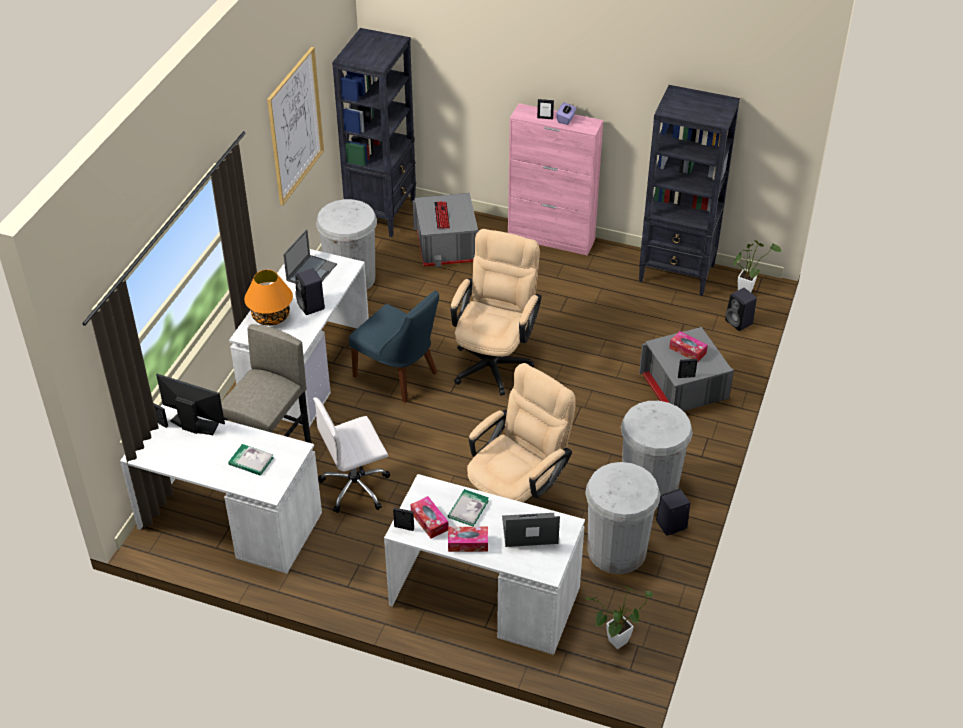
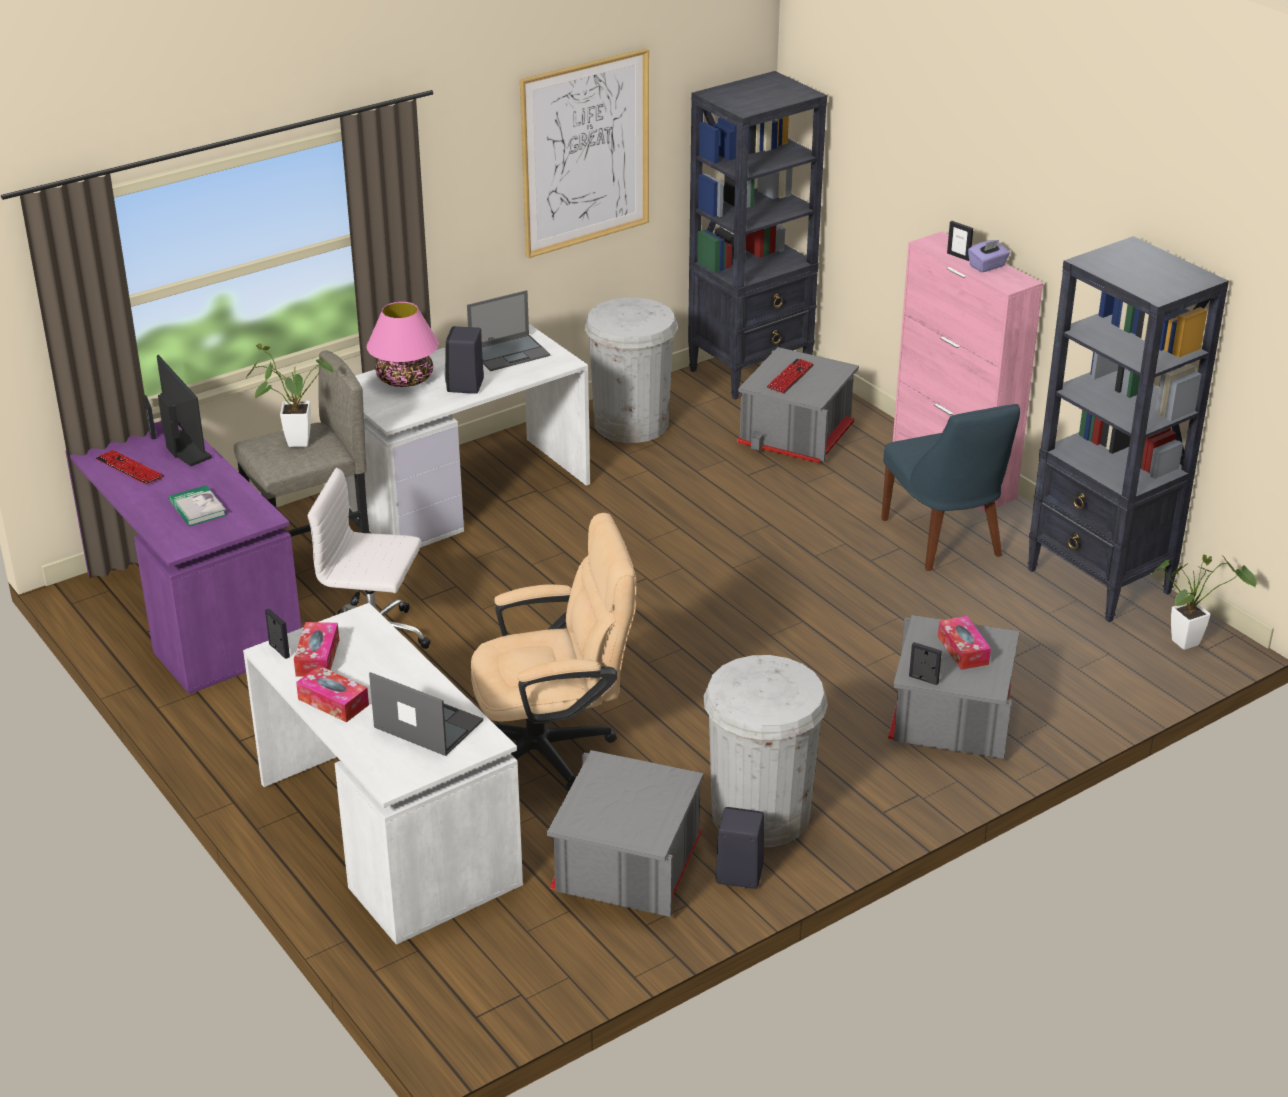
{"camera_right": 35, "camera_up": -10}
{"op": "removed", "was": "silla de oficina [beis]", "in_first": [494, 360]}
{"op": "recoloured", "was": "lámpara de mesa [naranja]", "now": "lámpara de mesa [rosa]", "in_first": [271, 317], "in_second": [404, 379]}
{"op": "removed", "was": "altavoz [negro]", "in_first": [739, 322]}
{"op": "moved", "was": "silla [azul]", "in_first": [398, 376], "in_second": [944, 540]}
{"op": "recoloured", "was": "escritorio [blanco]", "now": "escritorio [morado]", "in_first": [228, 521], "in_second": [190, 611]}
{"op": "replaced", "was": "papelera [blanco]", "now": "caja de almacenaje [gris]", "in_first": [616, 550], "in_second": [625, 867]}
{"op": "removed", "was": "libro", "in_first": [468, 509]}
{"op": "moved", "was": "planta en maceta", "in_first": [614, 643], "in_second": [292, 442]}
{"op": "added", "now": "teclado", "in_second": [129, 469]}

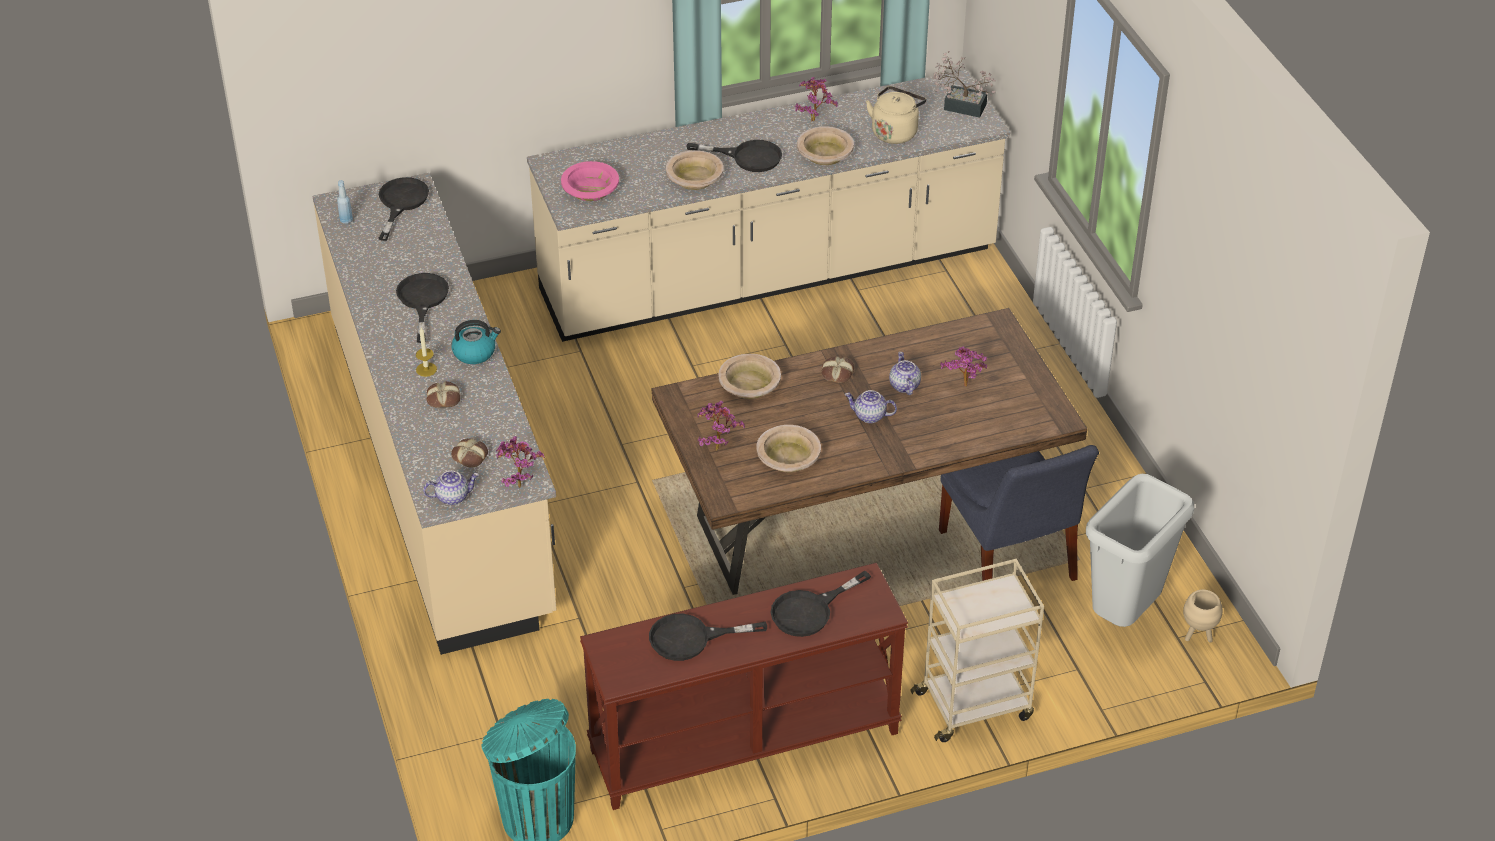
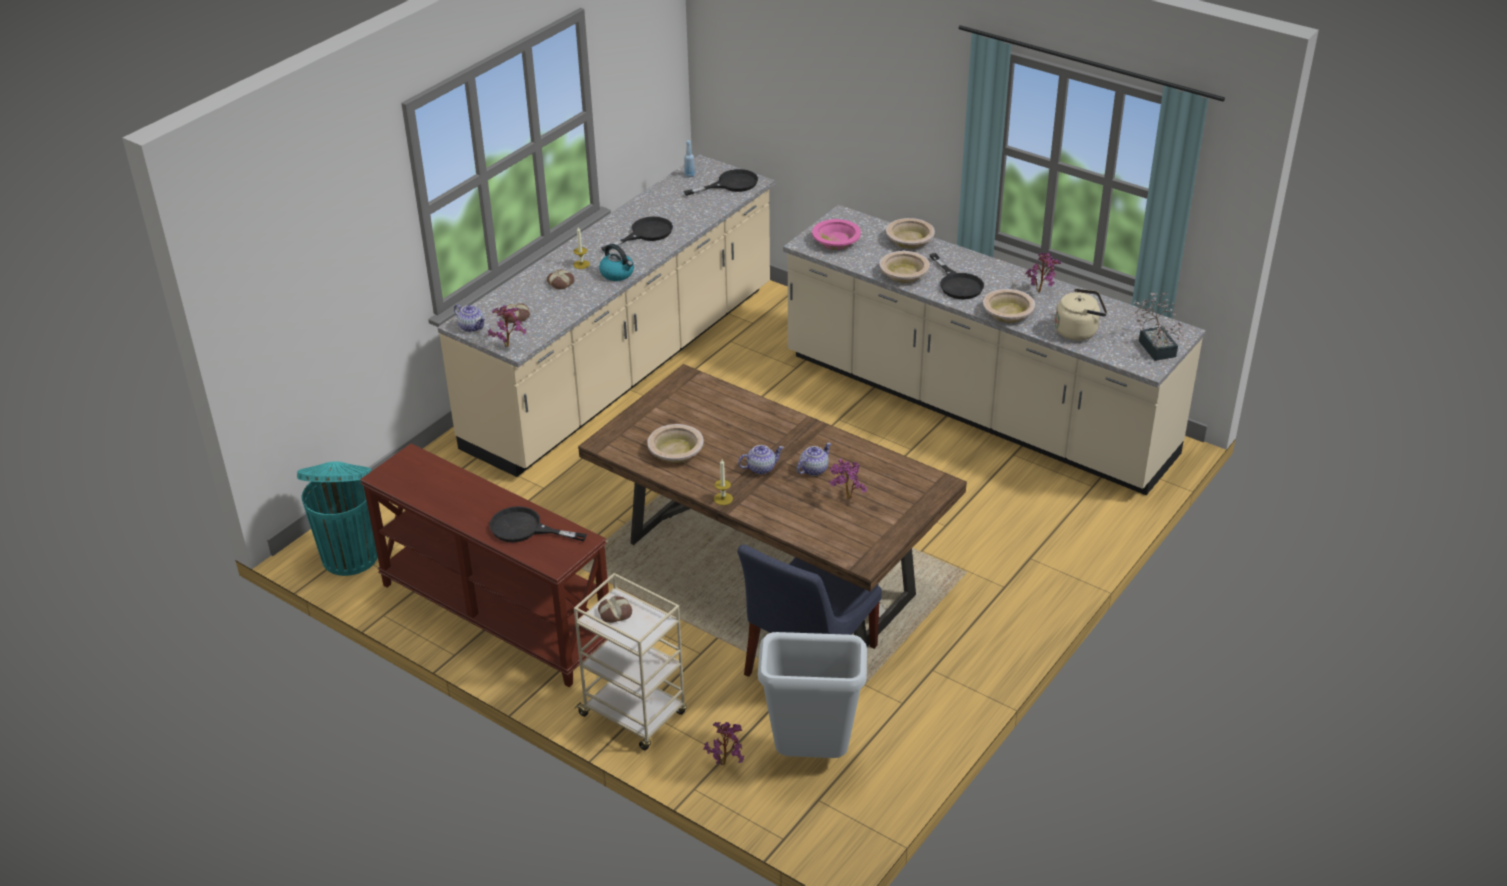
{"camera_right": 55, "camera_up": -5}
{"op": "moved", "was": "cuenco [beis]", "in_first": [749, 385], "in_second": [909, 240]}
{"op": "moved", "was": "pan", "in_first": [837, 373], "in_second": [615, 612]}
{"op": "turned", "was": "tetera", "in_first": [869, 416], "in_second": [761, 468], "clockwise": 90}
{"op": "moved", "was": "planta en maceta", "in_first": [717, 446], "in_second": [726, 763]}
{"op": "removed", "was": "maceta [beis]", "in_first": [1198, 636]}
{"op": "removed", "was": "sartén [negro]", "in_first": [691, 638]}
{"op": "added", "now": "vela", "in_second": [723, 499]}

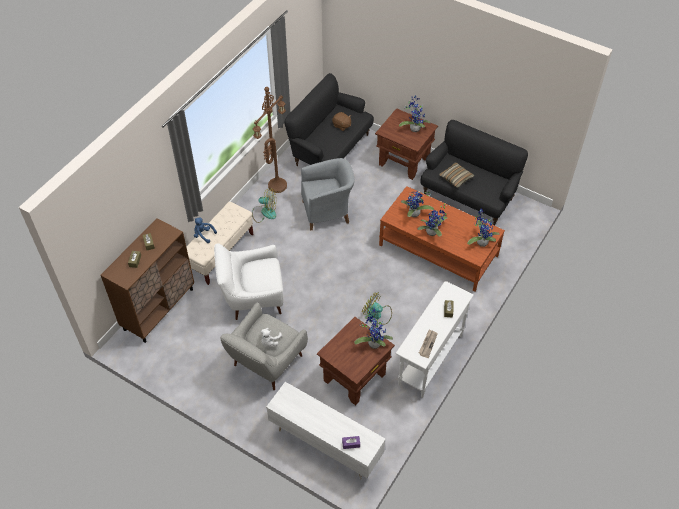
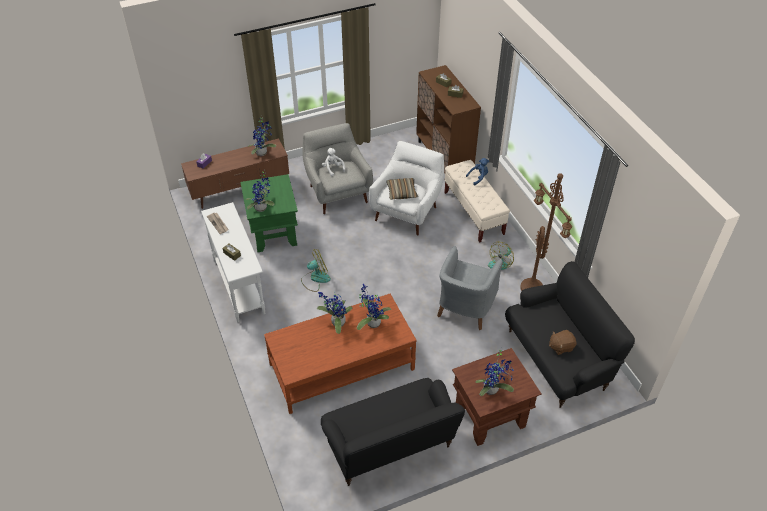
{"camera_right": 125, "camera_up": -5}
{"op": "moved", "was": "cojín", "in_first": [456, 178], "in_second": [401, 192]}
{"op": "moved", "was": "planta en maceta", "in_first": [481, 241], "in_second": [263, 153]}
{"op": "recoloured", "was": "mesa auxiliar [marrón]", "now": "mesa auxiliar [verde]", "in_first": [355, 377], "in_second": [273, 233]}
{"op": "recoloured", "was": "mueble de televisión [blanco]", "now": "mueble de televisión [marrón]", "in_first": [325, 445], "in_second": [240, 191]}

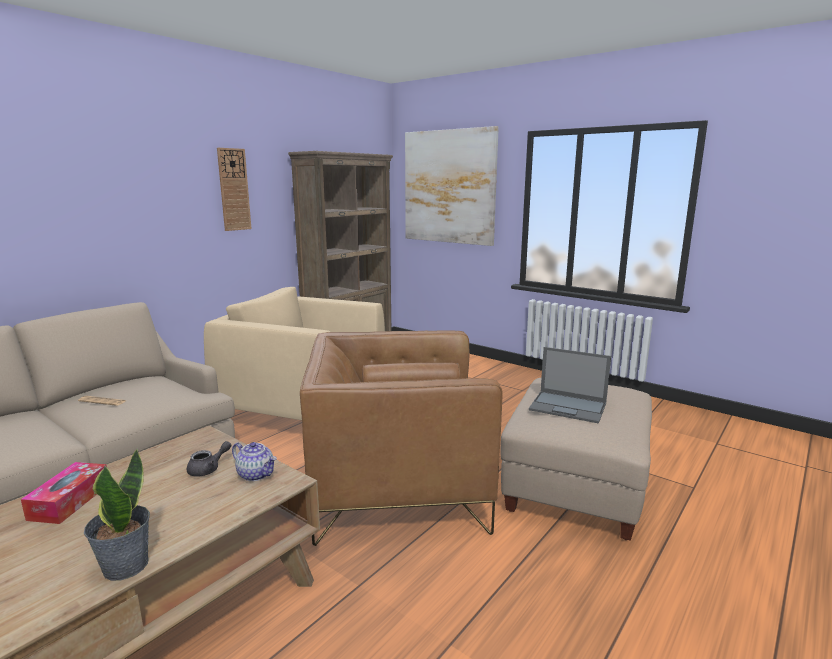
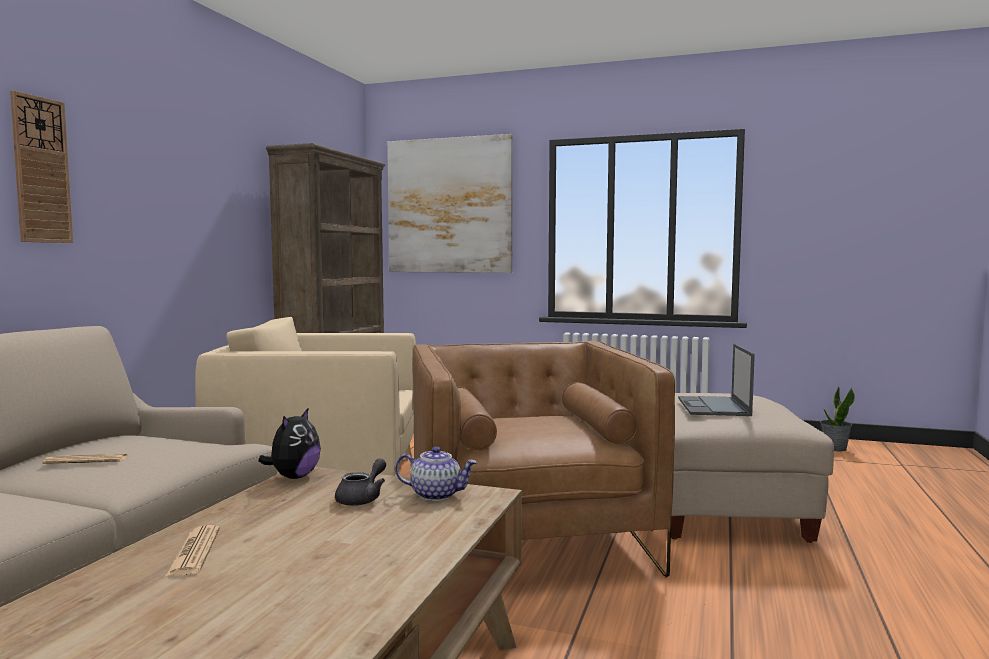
{"camera_right": -20, "camera_up": -10}
{"op": "moved", "was": "reloj de pared", "in_first": [234, 189], "in_second": [41, 170]}
{"op": "turned", "was": "sillón [marrón]", "in_first": [397, 488], "in_second": [527, 539], "clockwise": 105}
{"op": "turned", "was": "portátil", "in_first": [569, 407], "in_second": [713, 407], "clockwise": 90}
{"op": "moved", "was": "planta en maceta", "in_first": [125, 566], "in_second": [834, 448]}
{"op": "replaced", "was": "caja de pañuelos", "now": "periódico", "in_first": [70, 501], "in_second": [194, 552]}
{"op": "added", "now": "peluche", "in_second": [294, 477]}

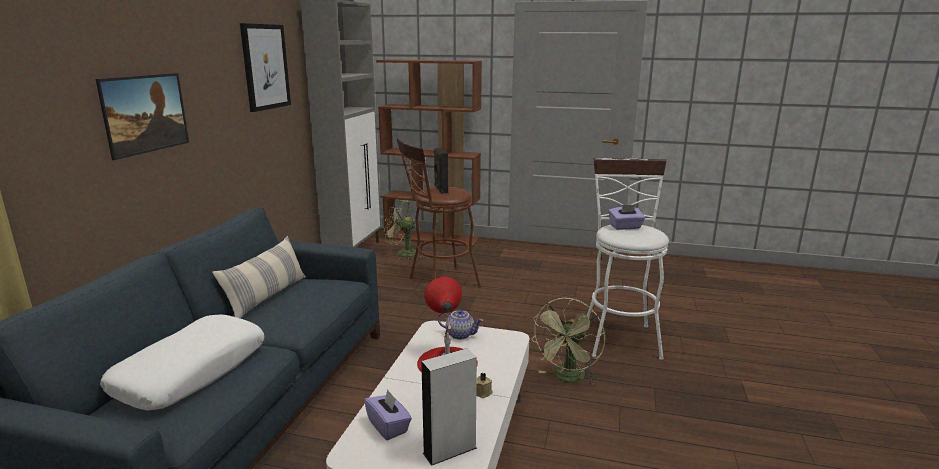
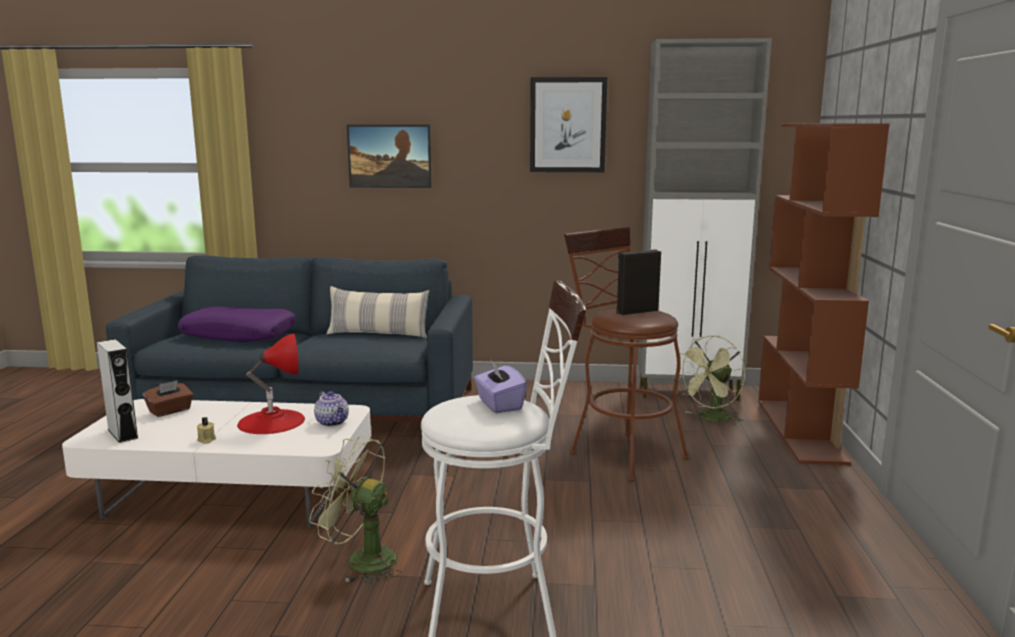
{"camera_right": 80, "camera_up": -5}
{"op": "turned", "was": "ventilador [verde]", "in_first": [402, 253], "in_second": [711, 419], "clockwise": -135}
{"op": "turned", "was": "tetera", "in_first": [460, 334], "in_second": [333, 422], "clockwise": -45}
{"op": "recoloured", "was": "cojín [blanco]", "now": "cojín [morado]", "in_first": [191, 372], "in_second": [239, 335]}
{"op": "recoloured", "was": "caja de pañuelos [morado]", "now": "caja de pañuelos [marrón]", "in_first": [388, 426], "in_second": [170, 411]}

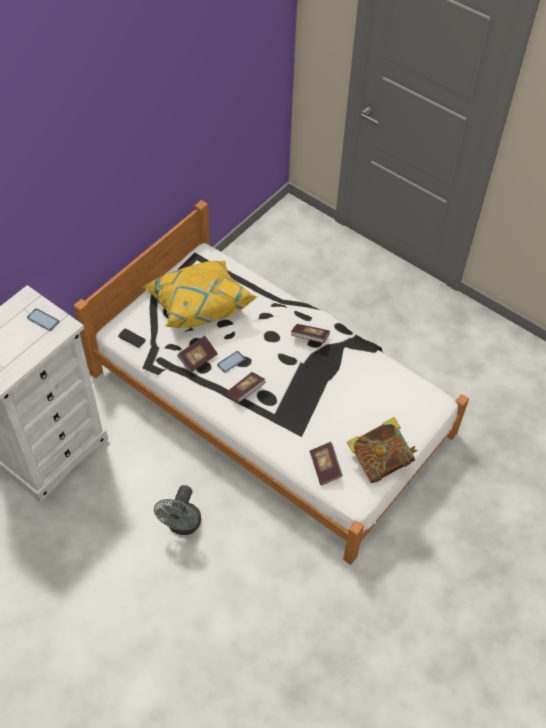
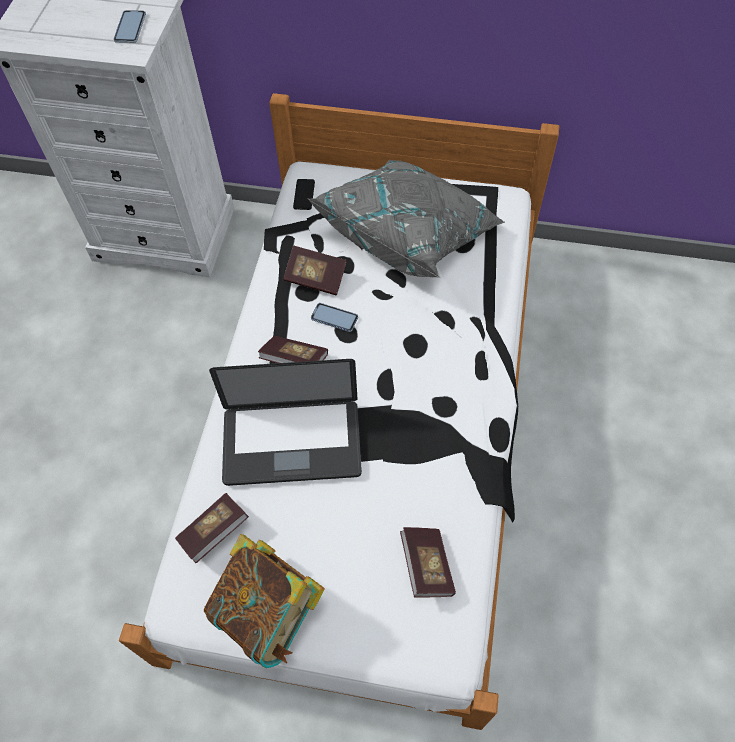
{"camera_right": 65, "camera_up": 5}
{"op": "recoloured", "was": "cojín [amarillo]", "now": "cojín [gris]", "in_first": [198, 305], "in_second": [409, 234]}
{"op": "moved", "was": "libro", "in_first": [309, 338], "in_second": [426, 566]}
{"op": "removed", "was": "ventilador [gris]", "in_first": [182, 525]}
{"op": "added", "now": "portátil", "in_second": [292, 443]}

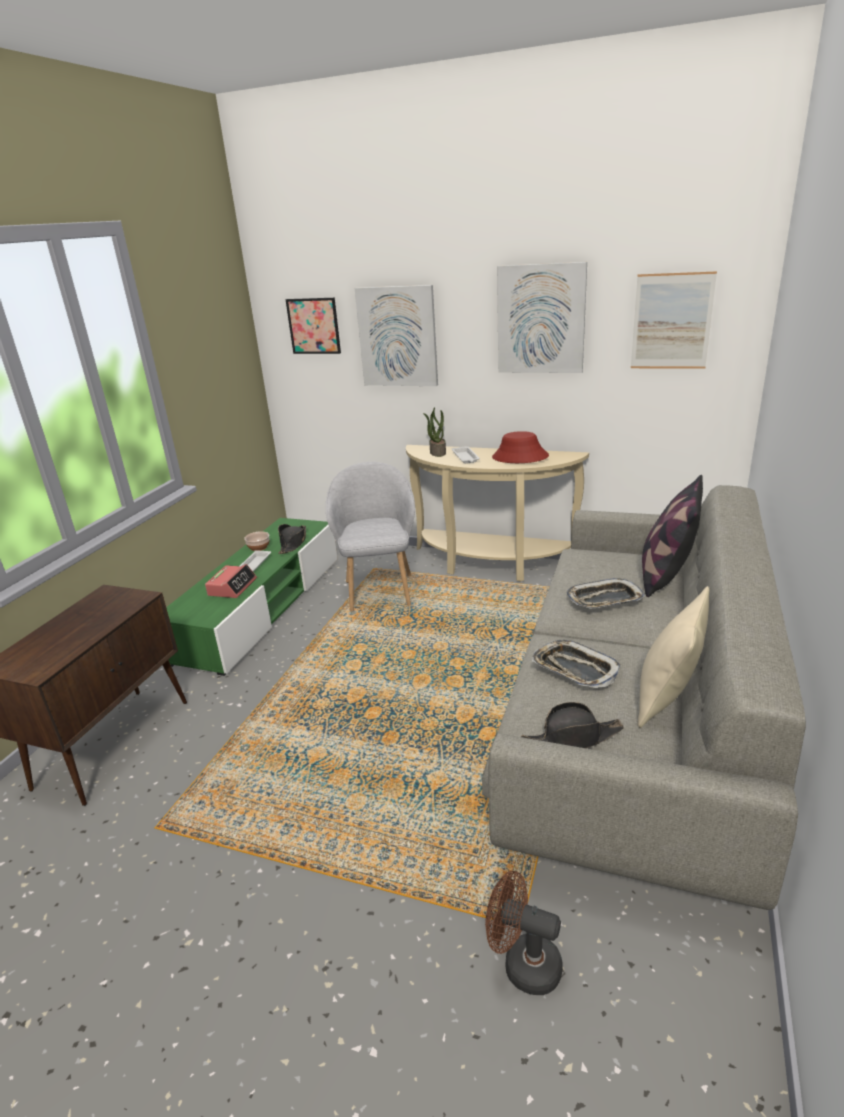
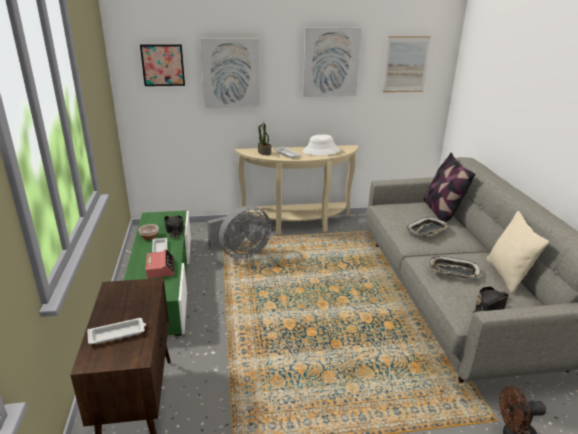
{"camera_right": -30, "camera_up": 0}
{"op": "recoloured", "was": "sombrero [rojo]", "now": "sombrero [blanco]", "in_first": [520, 457], "in_second": [321, 151]}
{"op": "replaced", "was": "sillón [gris]", "now": "ventilador [gris]", "in_first": [379, 591], "in_second": [241, 254]}
{"op": "added", "now": "bandeja [blanco]", "in_second": [118, 334]}

